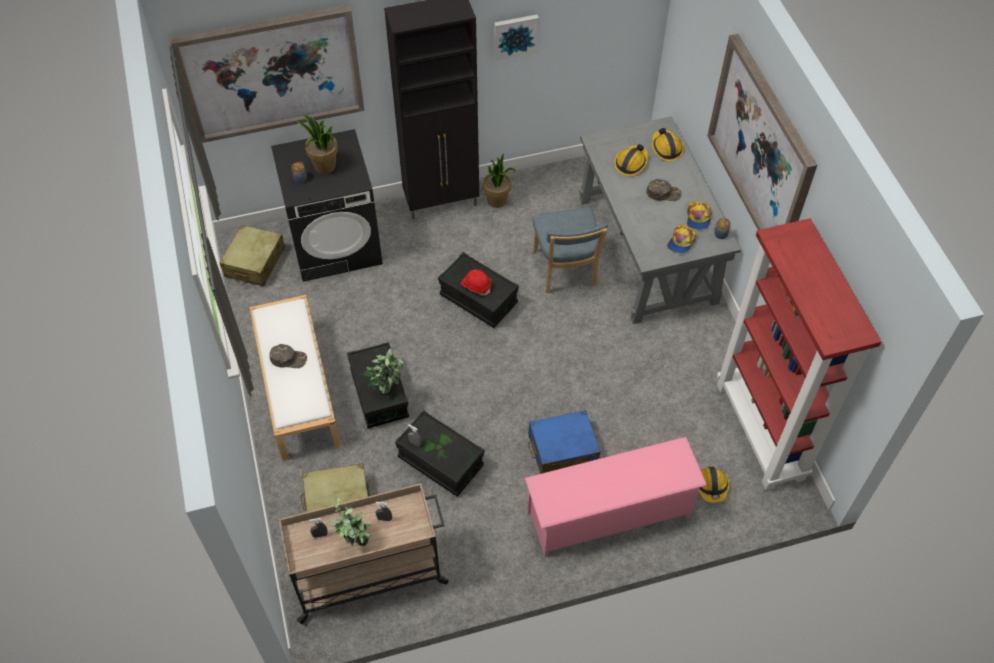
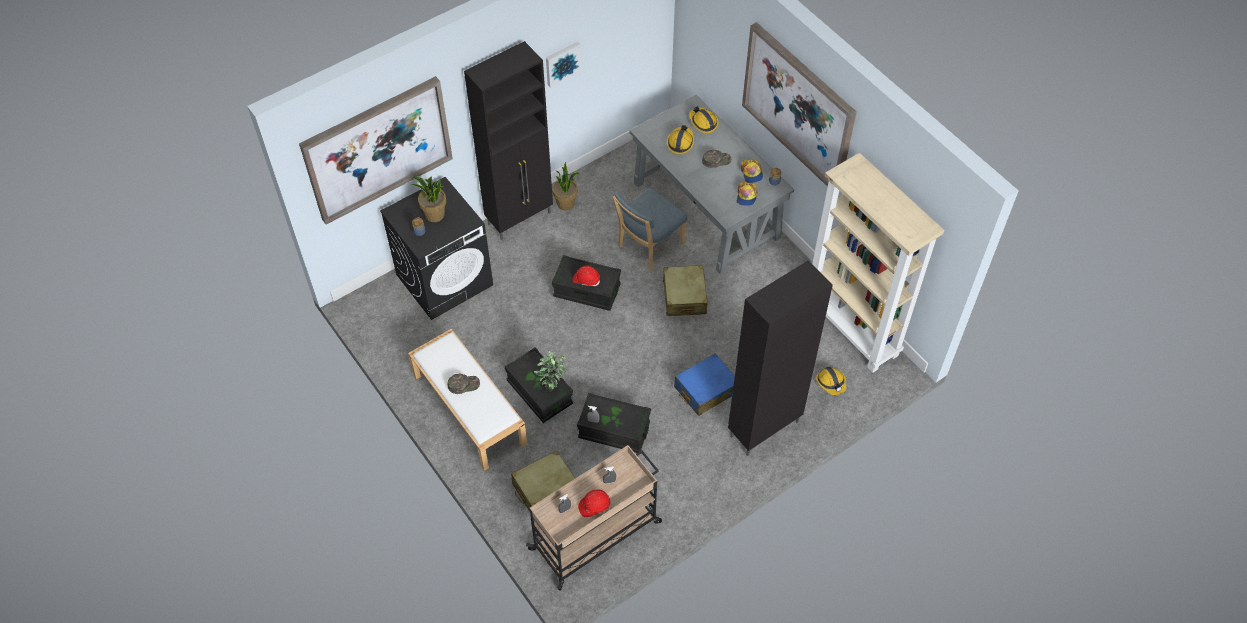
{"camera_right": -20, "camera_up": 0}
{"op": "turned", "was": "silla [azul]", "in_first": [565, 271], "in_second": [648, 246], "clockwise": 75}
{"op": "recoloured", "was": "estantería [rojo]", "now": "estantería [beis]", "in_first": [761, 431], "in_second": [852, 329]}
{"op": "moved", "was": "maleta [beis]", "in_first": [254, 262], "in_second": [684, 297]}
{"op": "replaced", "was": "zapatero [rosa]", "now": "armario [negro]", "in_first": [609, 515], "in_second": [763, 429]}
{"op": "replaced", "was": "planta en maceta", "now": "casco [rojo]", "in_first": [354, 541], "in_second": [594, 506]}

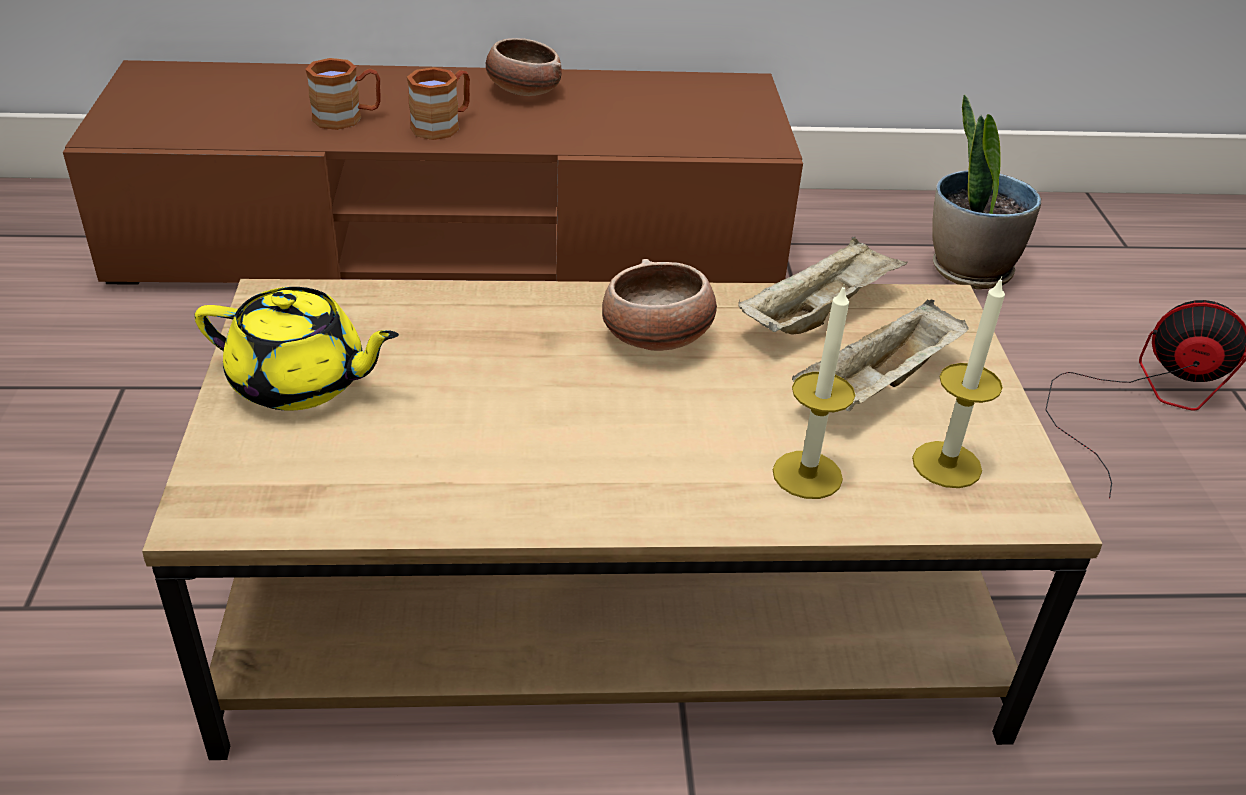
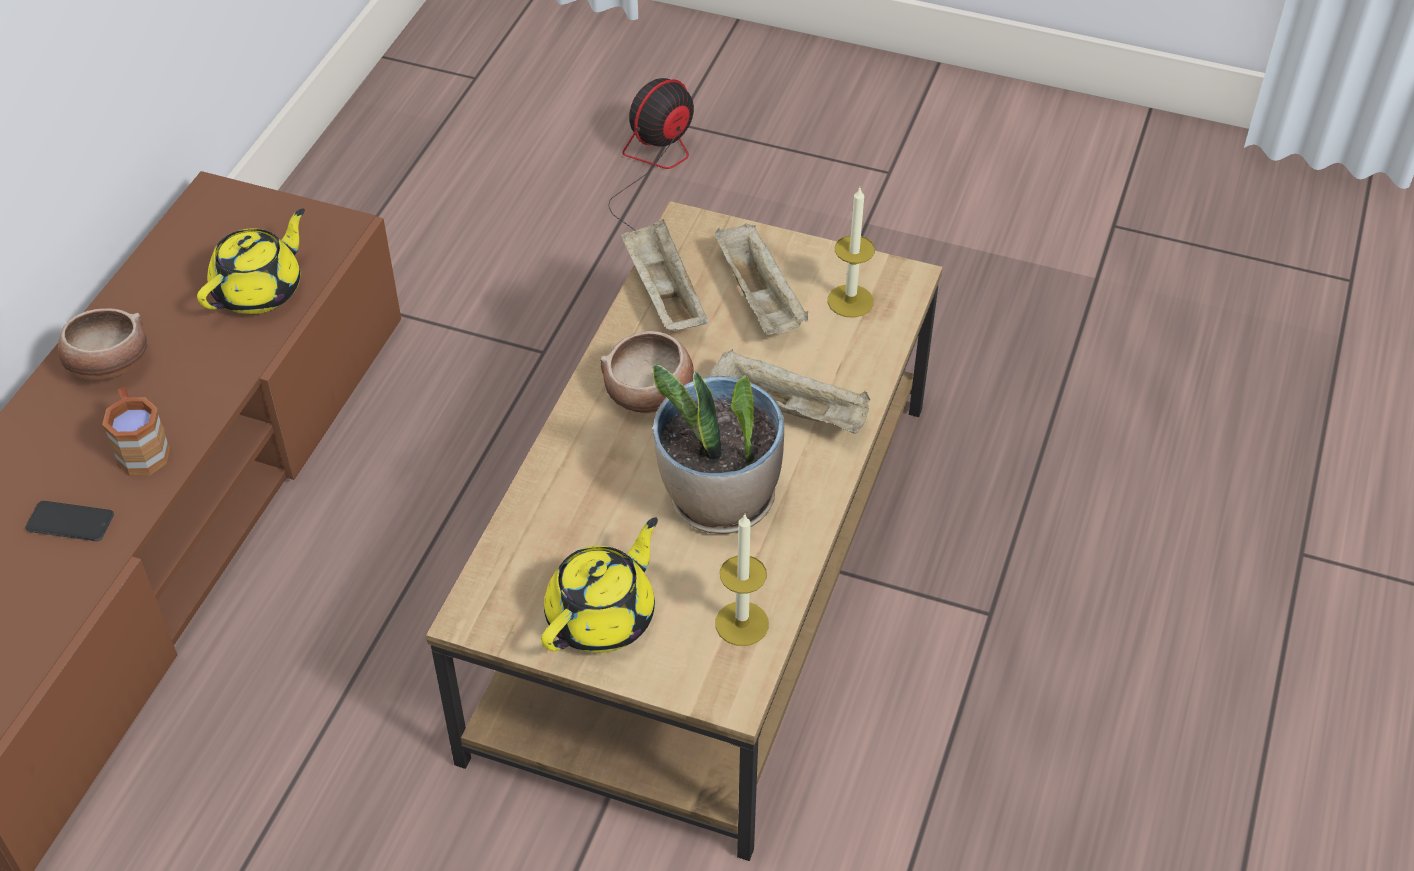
{"camera_right": -65, "camera_up": 10}
{"op": "replaced", "was": "taza grande [marrón]", "now": "móvil", "in_first": [347, 118], "in_second": [70, 522]}
{"op": "moved", "was": "planta en maceta", "in_first": [968, 270], "in_second": [719, 500]}
{"op": "moved", "was": "vela", "in_first": [807, 475], "in_second": [742, 623]}
{"op": "added", "now": "tetera [amarillo]", "in_second": [260, 290]}
{"op": "added", "now": "bandeja [beis]", "in_second": [791, 411]}

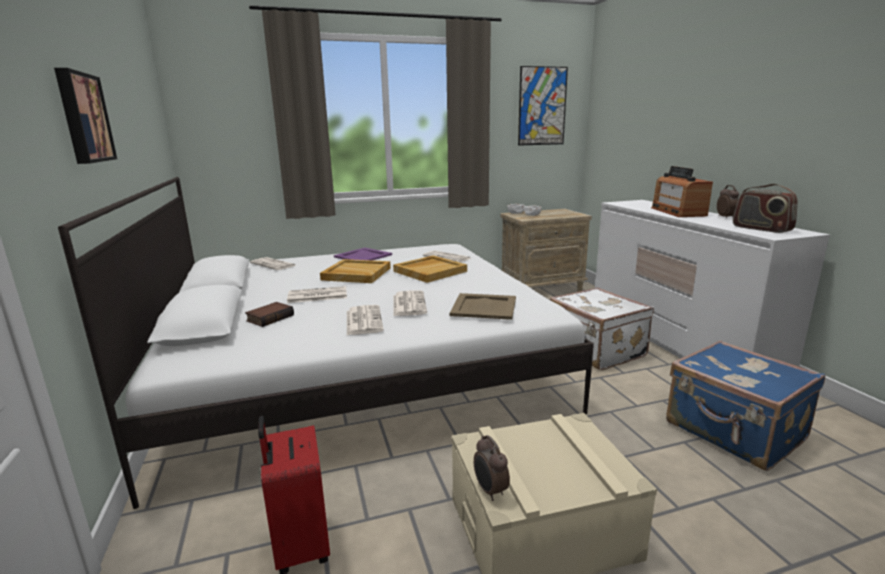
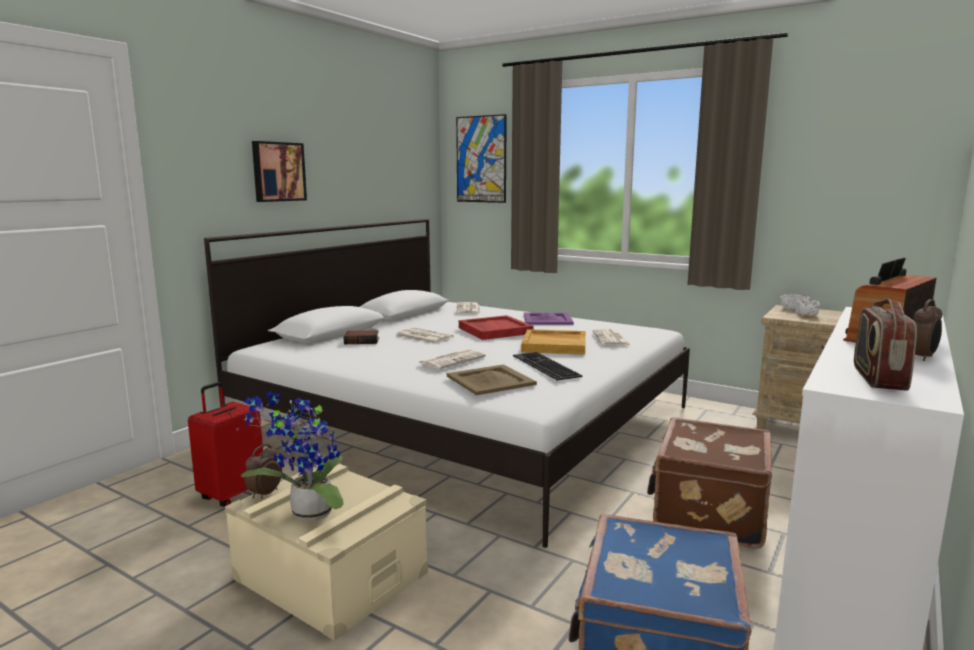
{"camera_right": 50, "camera_up": -5}
{"op": "moved", "was": "cuadro", "in_first": [542, 106], "in_second": [481, 159]}
{"op": "recoloured", "was": "bandeja [beis]", "now": "bandeja [rojo]", "in_first": [356, 274], "in_second": [494, 330]}
{"op": "recoloured", "was": "maleta [blanco]", "now": "maleta [marrón]", "in_first": [595, 350], "in_second": [707, 513]}
{"op": "removed", "was": "periódico", "in_first": [363, 320]}
{"op": "added", "now": "teclado", "in_second": [543, 365]}
{"op": "added", "now": "planta en maceta", "in_second": [307, 514]}

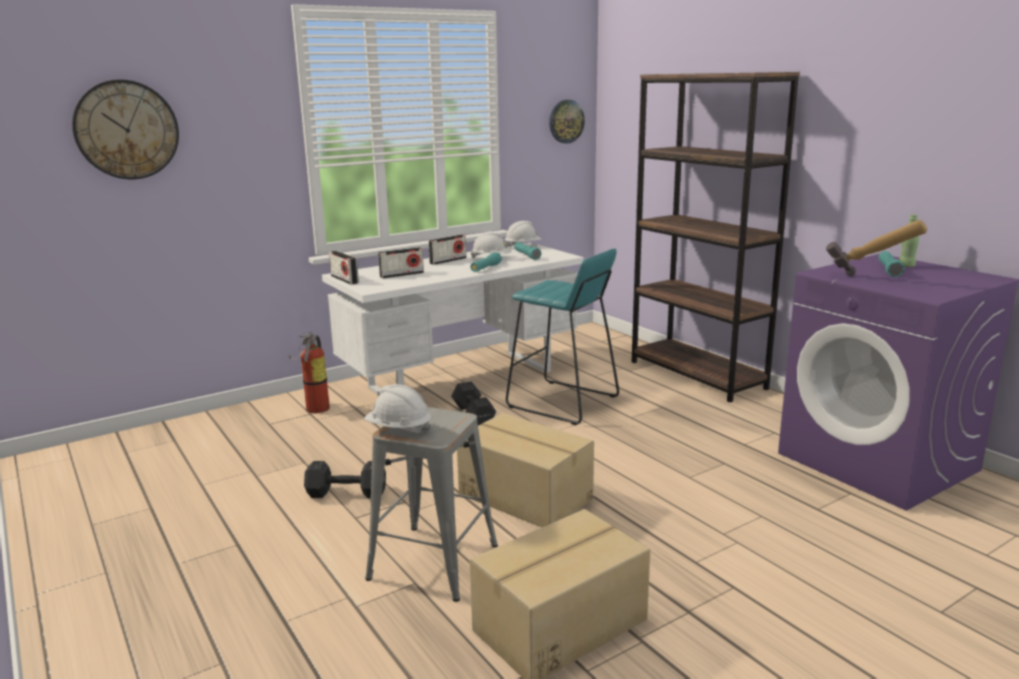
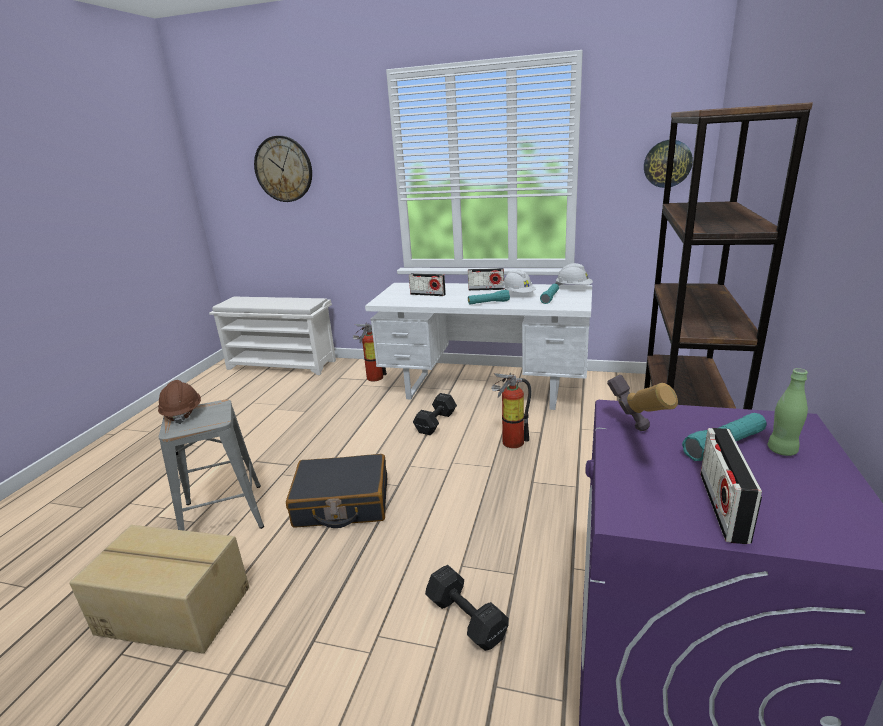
{"camera_right": 50, "camera_up": 5}
{"op": "replaced", "was": "taburete [turquesa]", "now": "extintor", "in_first": [563, 402], "in_second": [509, 441]}
{"op": "moved", "was": "radio", "in_first": [344, 279], "in_second": [723, 507]}
{"op": "recoloured", "was": "casco [blanco]", "now": "casco [marrón]", "in_first": [398, 429], "in_second": [182, 413]}
{"op": "replaced", "was": "caja de cartón", "now": "maleta [negro]", "in_first": [525, 496], "in_second": [342, 503]}
{"op": "moved", "was": "mancuerna [negro]", "in_first": [345, 493], "in_second": [465, 617]}
{"op": "added", "now": "zapatero [blanco]", "in_second": [283, 364]}

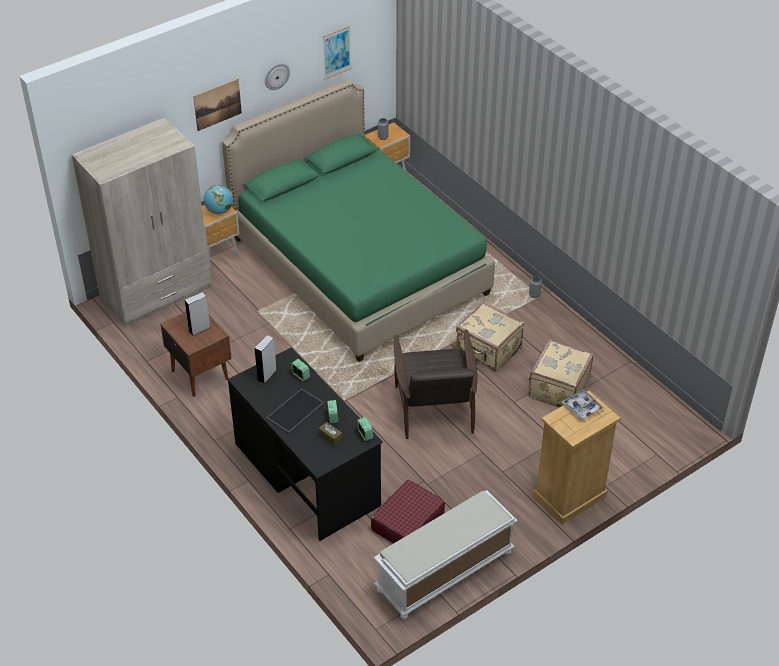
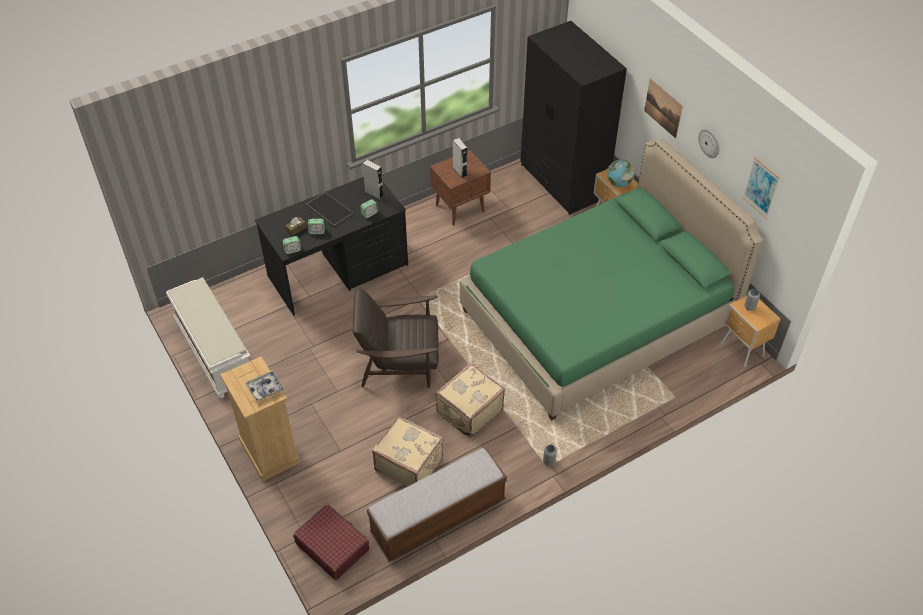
{"camera_right": 95, "camera_up": 5}
{"op": "recoloured", "was": "armario ropero [beis]", "now": "armario ropero [negro]", "in_first": [156, 293], "in_second": [563, 181]}
{"op": "moved", "was": "maleta [rojo]", "in_first": [407, 522], "in_second": [332, 546]}
{"op": "added", "now": "banco", "in_second": [438, 517]}

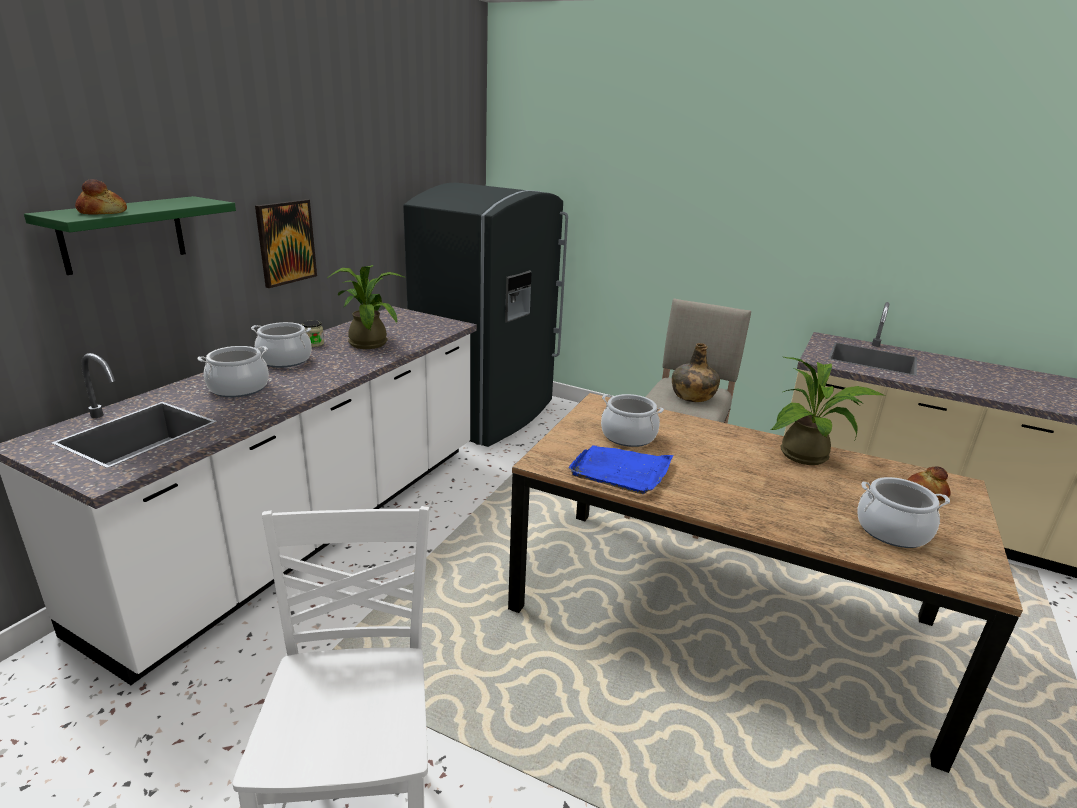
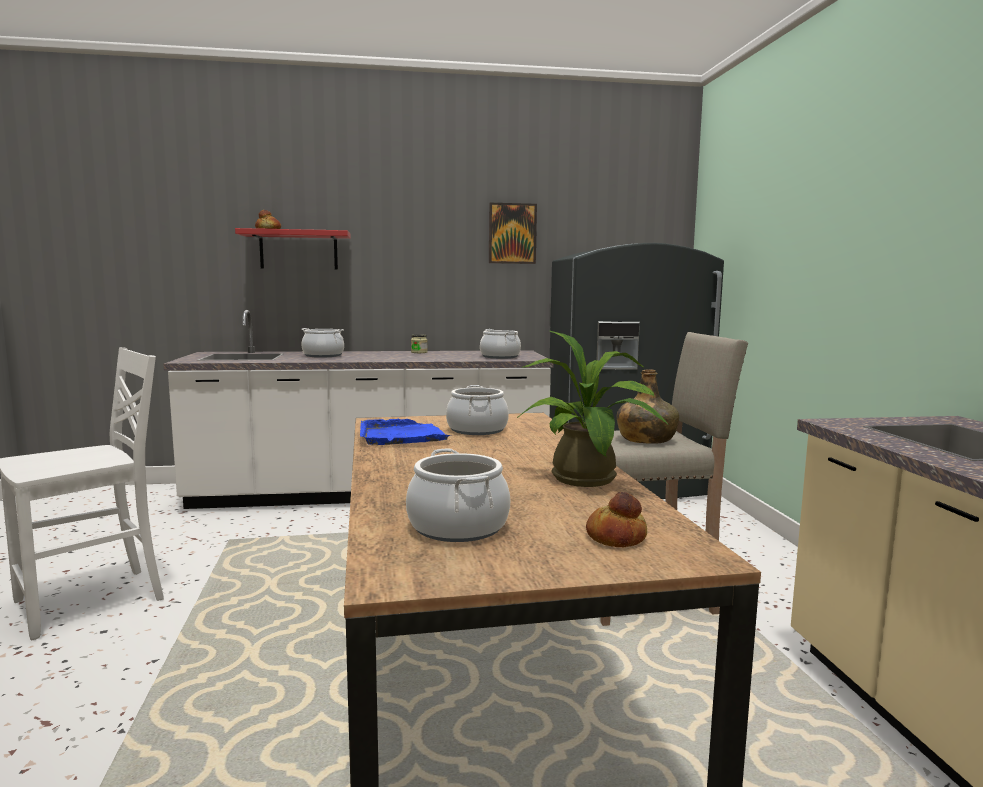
{"camera_right": 55, "camera_up": -15}
{"op": "recoloured", "was": "estante [verde]", "now": "estante [rojo]", "in_first": [123, 234], "in_second": [299, 250]}
{"op": "moved", "was": "cuadro", "in_first": [286, 242], "in_second": [512, 233]}
{"op": "removed", "was": "planta en maceta", "in_first": [368, 342]}
{"op": "moved", "was": "olla", "in_first": [285, 360], "in_second": [500, 357]}

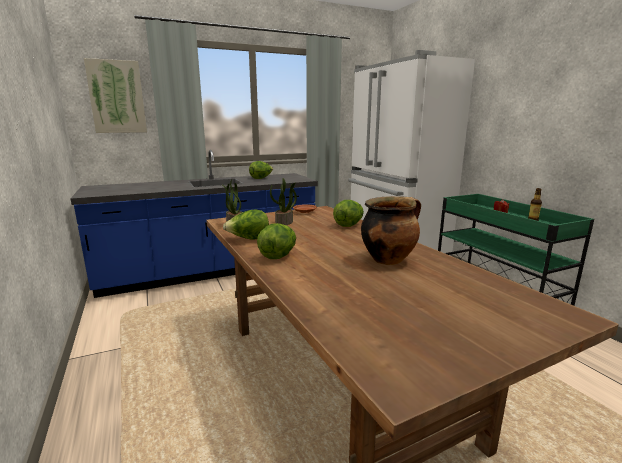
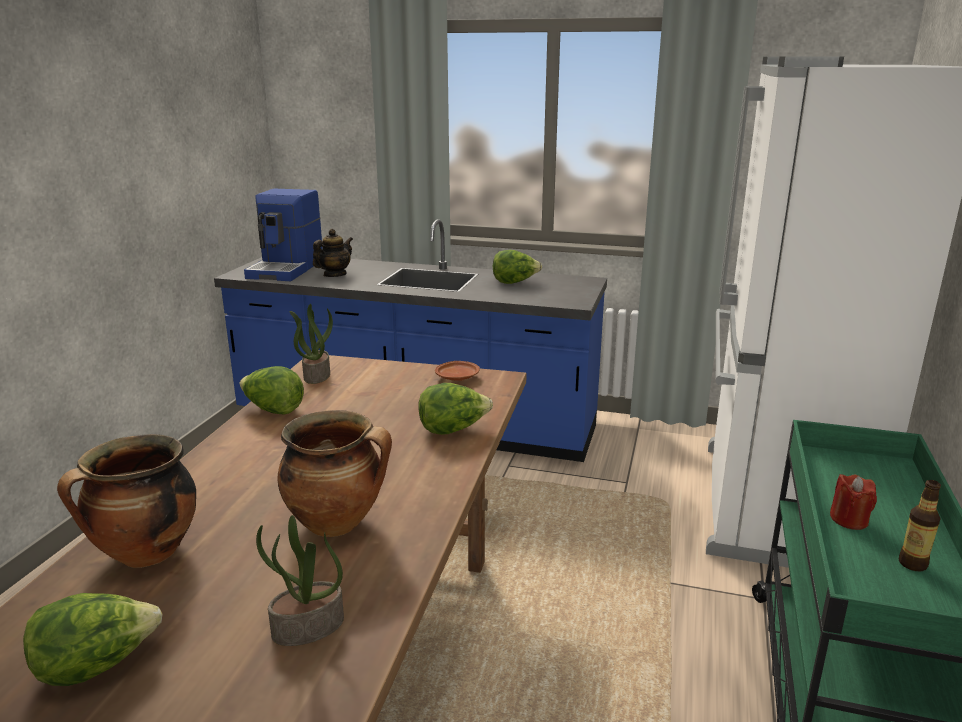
{"camera_right": 40, "camera_up": 5}
{"op": "removed", "was": "cuadro", "in_first": [117, 97]}
{"op": "moved", "was": "planta en maceta", "in_first": [284, 223], "in_second": [307, 628]}
{"op": "moved", "was": "lechuga", "in_first": [278, 255], "in_second": [97, 666]}
{"op": "added", "now": "cafetera", "in_second": [287, 269]}
{"op": "added", "now": "tetera", "in_second": [334, 275]}
{"op": "added", "now": "olla", "in_second": [146, 555]}

